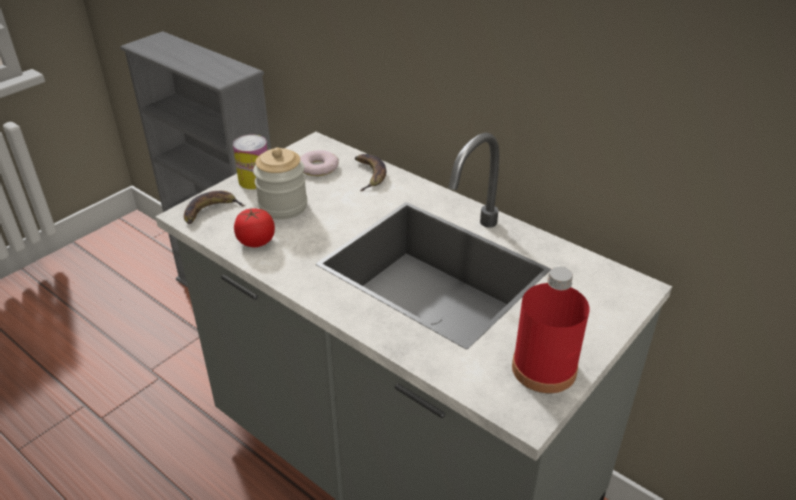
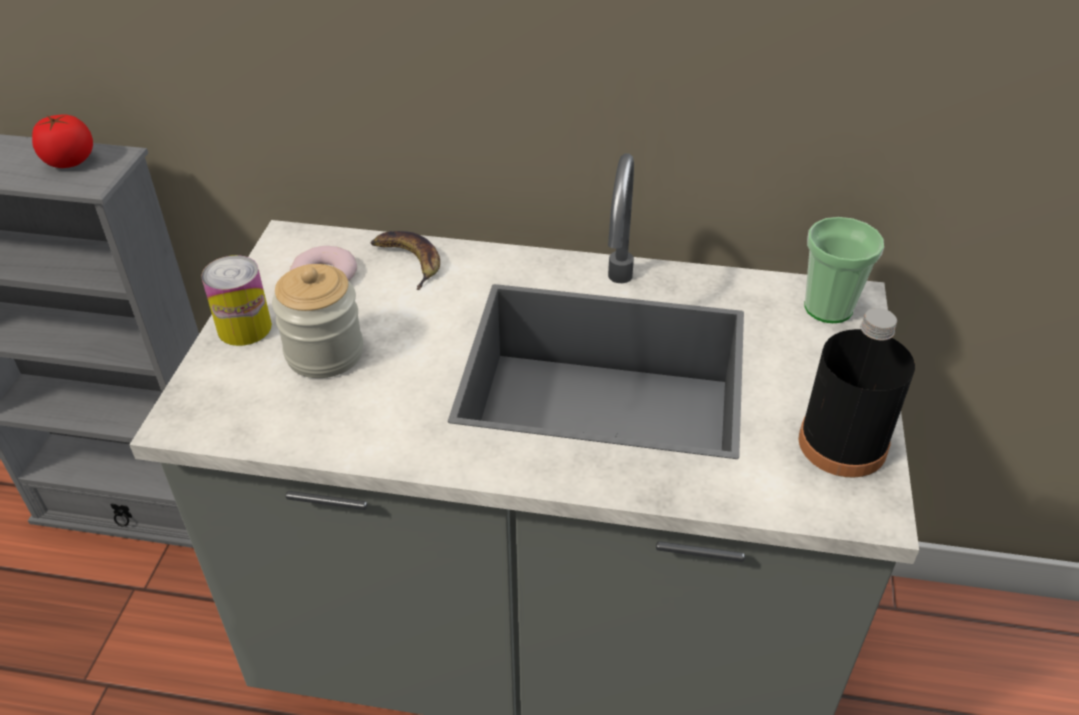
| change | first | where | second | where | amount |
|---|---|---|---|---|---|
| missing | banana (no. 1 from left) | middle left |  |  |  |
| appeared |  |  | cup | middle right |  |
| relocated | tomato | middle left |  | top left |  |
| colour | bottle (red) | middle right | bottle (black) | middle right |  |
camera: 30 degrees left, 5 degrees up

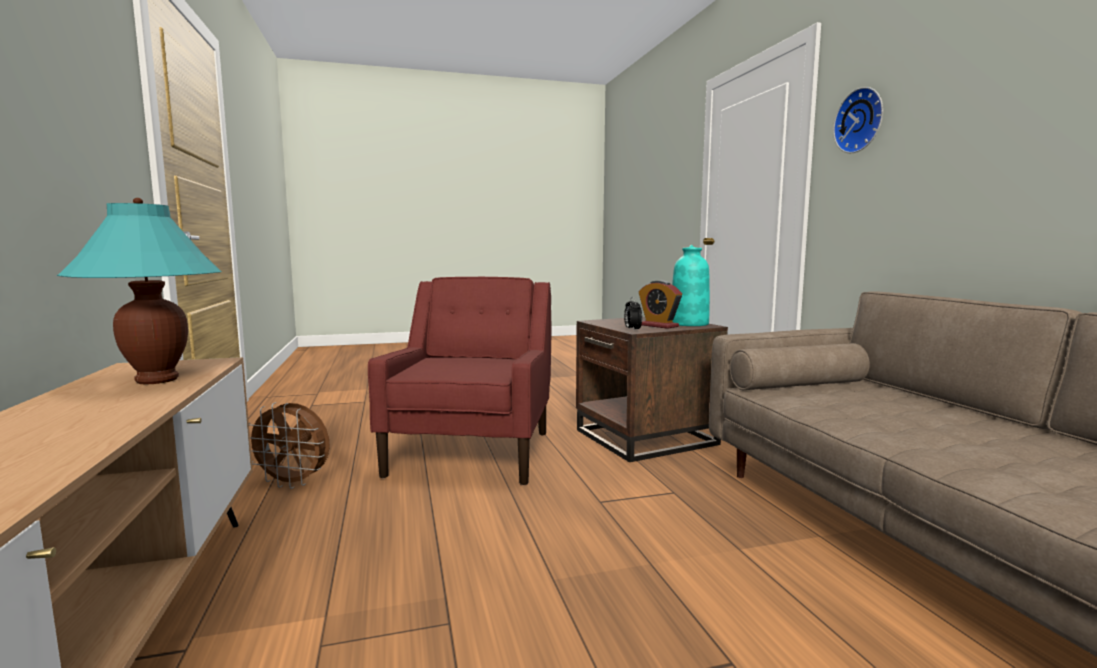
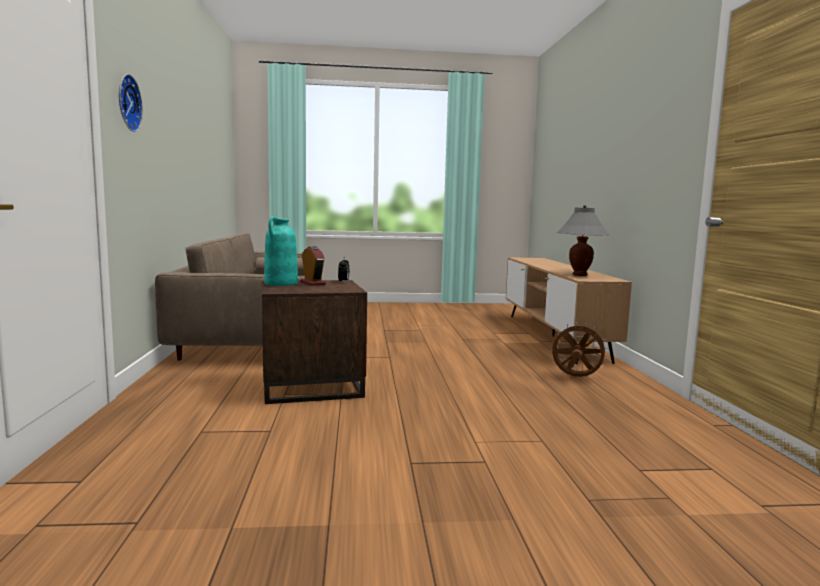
| change | first | where | second | where | amount |
|---|---|---|---|---|---|
| missing | armchair (red) | centre |  |  |  |
| colour | table lamp (turquoise) | middle left | table lamp (grey) | middle right |  |
camera: 170 degrees left, 0 degrees up

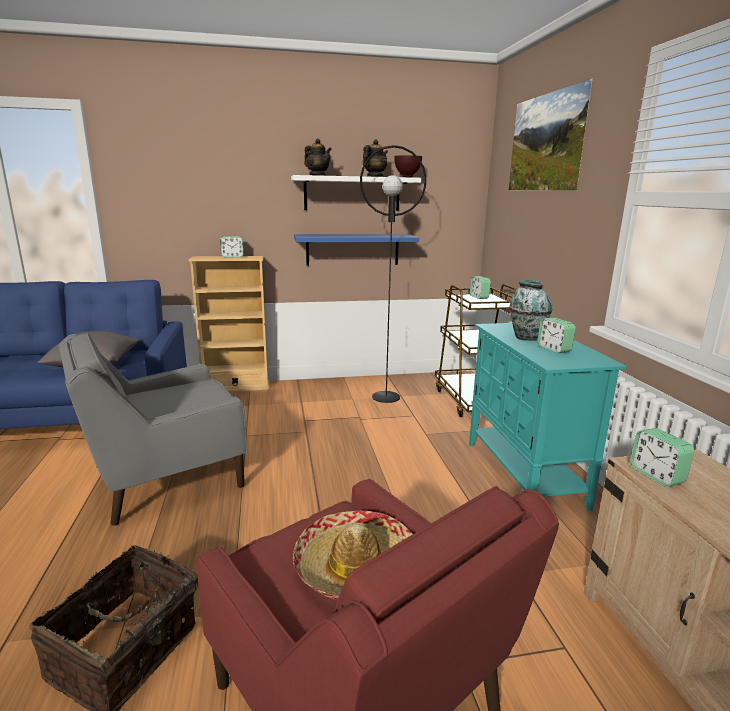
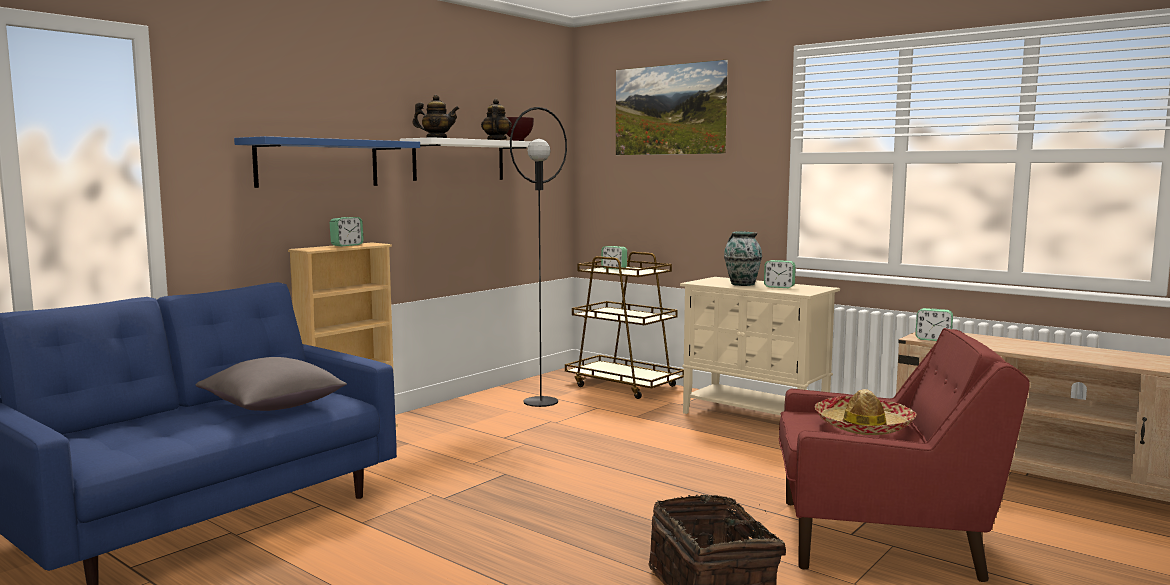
| change | first | where | second | where | amount |
|---|---|---|---|---|---|
| missing | armchair (grey) | middle left |  |  |  |
| relocated | shelf (blue) | centre |  | top left |  |
| colour | cabinet (turquoise) | middle right | cabinet (beige) | centre |  |
camera: 40 degrees left, 10 degrees down

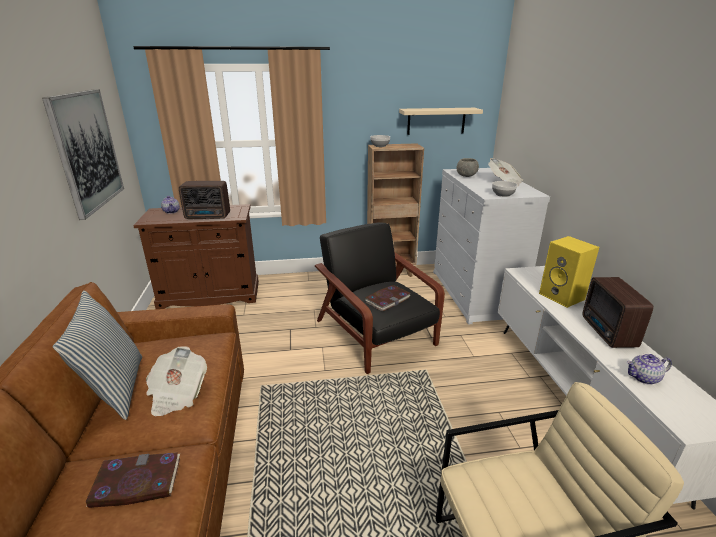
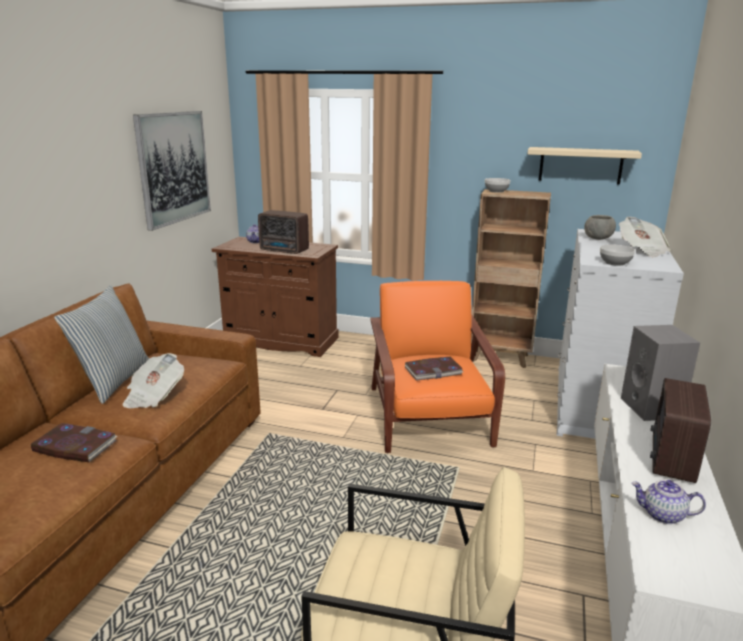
| change | first | where | second | where | amount |
|---|---|---|---|---|---|
| colour | armchair (black) | centre | armchair (orange) | centre |  |
| colour | speaker (yellow) | middle right | speaker (grey) | middle right |  |
camera: 25 degrees right, 5 degrees down

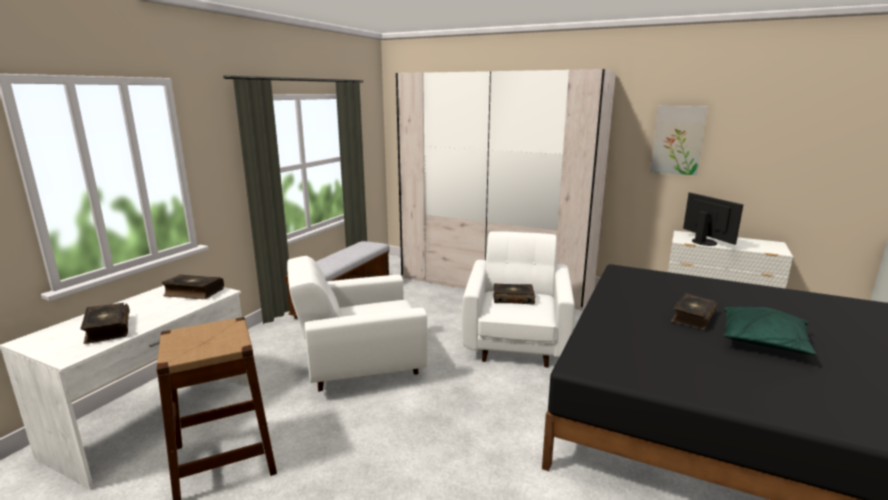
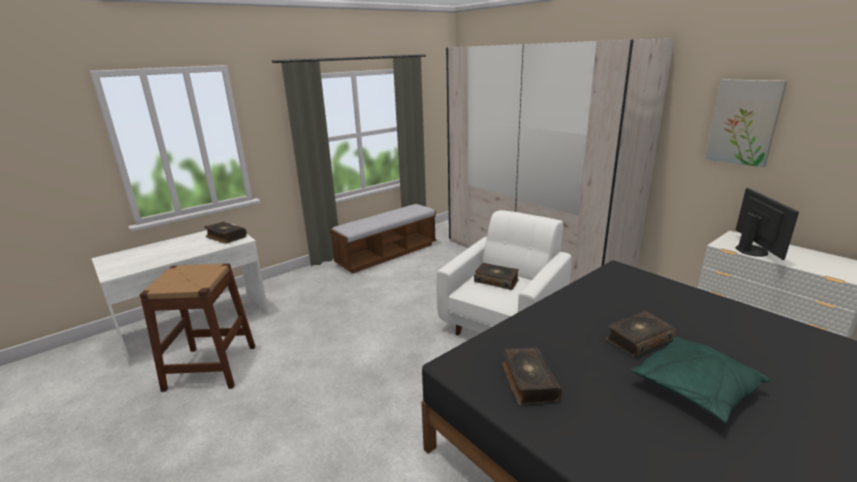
| change | first | where | second | where | amount |
|---|---|---|---|---|---|
| missing | armchair (white) (no. 1 from left) | centre |  |  |  |
| relocated | book (no. 1 from left in the first image) | middle left | book (no. 3 from left) | bottom centre |  |
camera: 25 degrees right, 5 degrees up

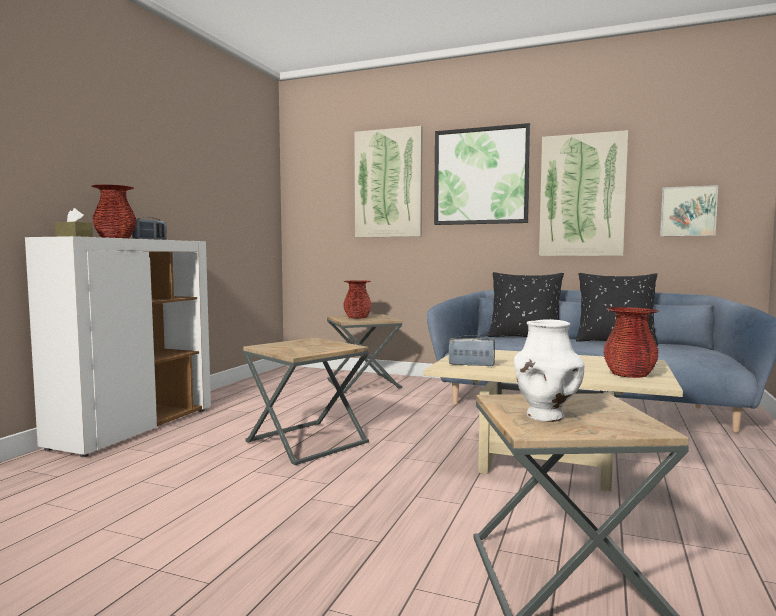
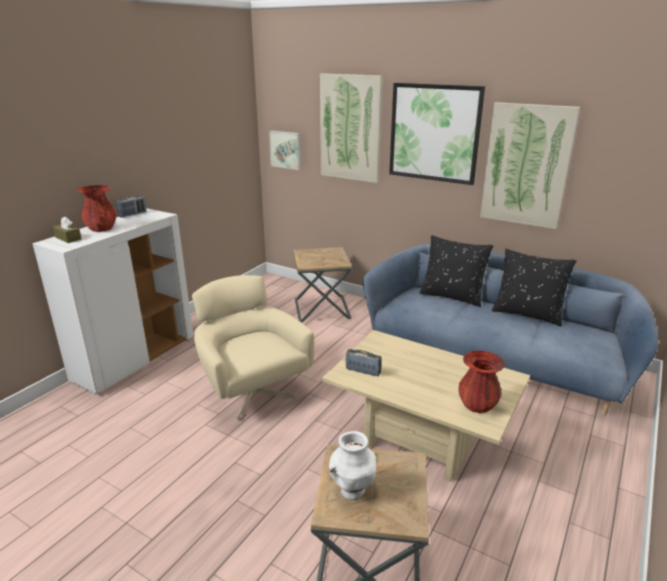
| change | first | where | second | where | amount |
|---|---|---|---|---|---|
| missing | vase (red) (no. 2 from left) | centre |  |  |  |
| relocated | picture (no. 4 from left in the first image) | middle right | picture (no. 1 from left) | top centre |  |
| exchanged | side table (brown) (no. 1 from left) | centre | armchair (beige) | centre |  |
camera: 10 degrees right, 20 degrees up

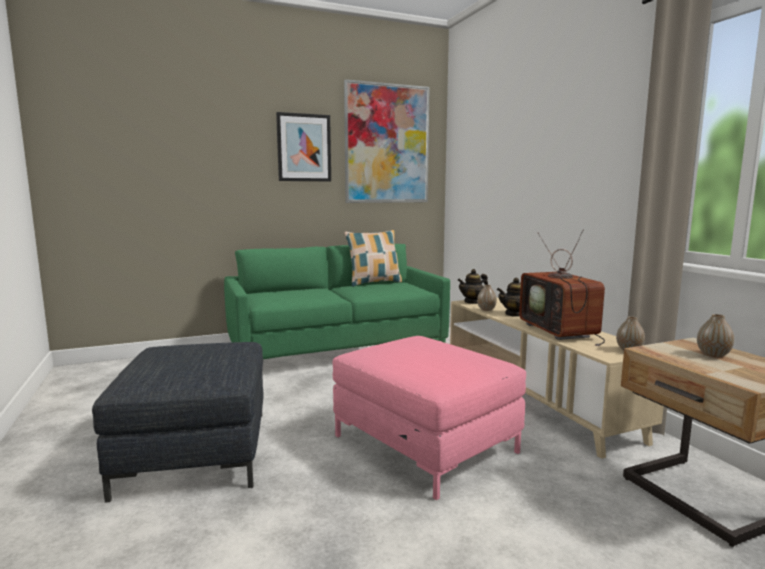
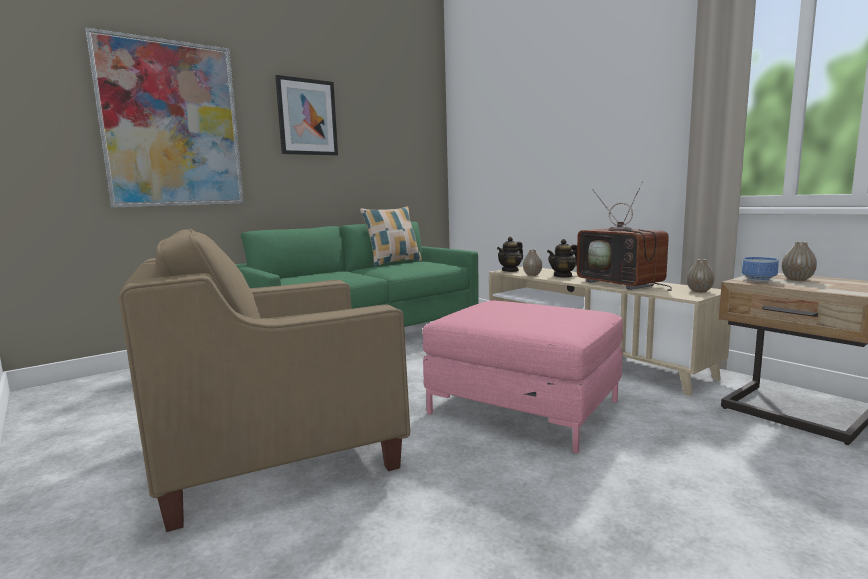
| change | first | where | second | where | amount |
|---|---|---|---|---|---|
| appeared |  |  | bowl | middle right |  |
| relocated | picture (no. 2 from left in the first image) | top centre | picture (no. 1 from left) | top left |  |
| exchanged | ottoman (grey) | bottom left | armchair (beige) | middle left |  |
camera: 15 degrees left, 0 degrees up

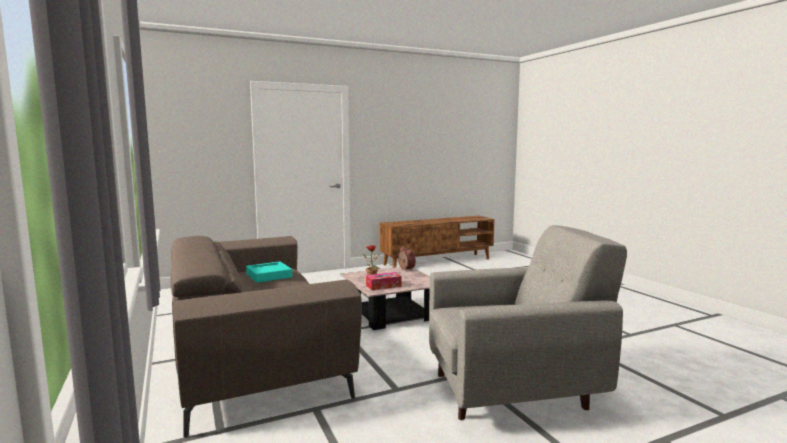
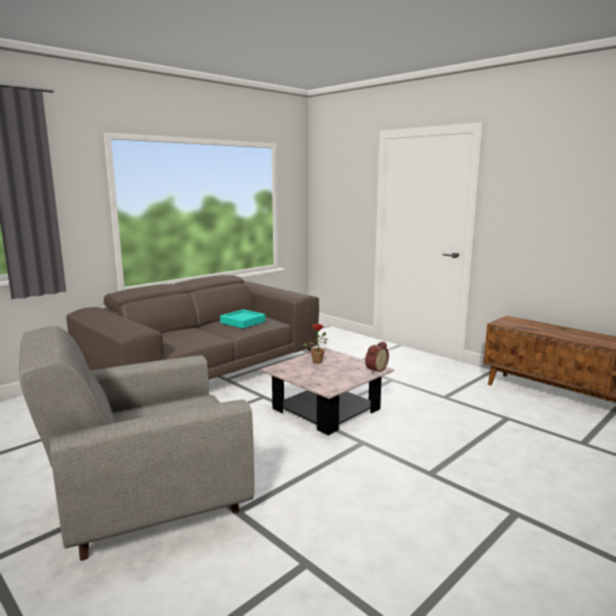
| change | first | where | second | where | amount |
|---|---|---|---|---|---|
| missing | tissue box | centre |  |  |  |
| spun | armchair (grey) | bottom right |  | bottom left | 90 degrees clockwise |
camera: 70 degrees right, 5 degrees up

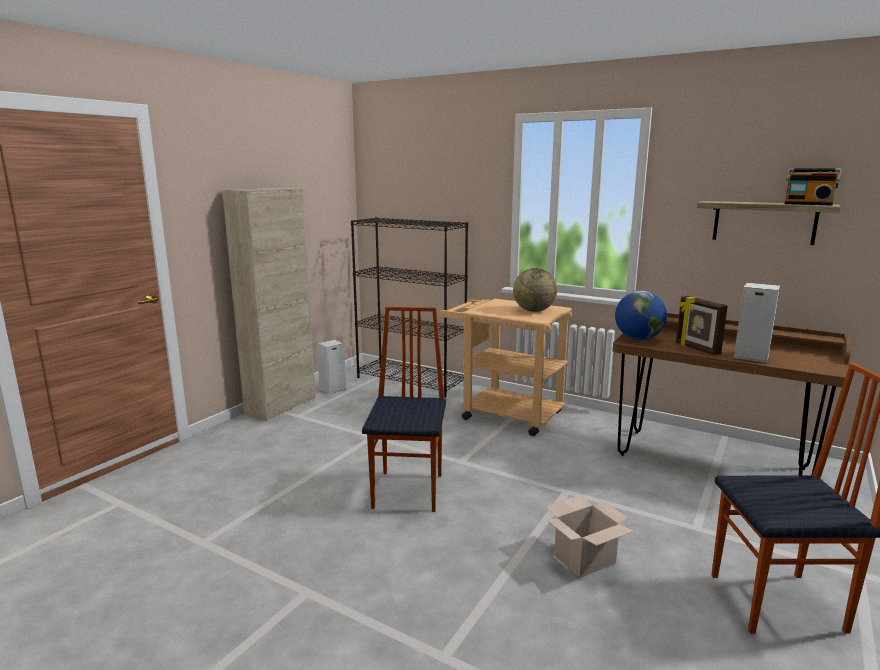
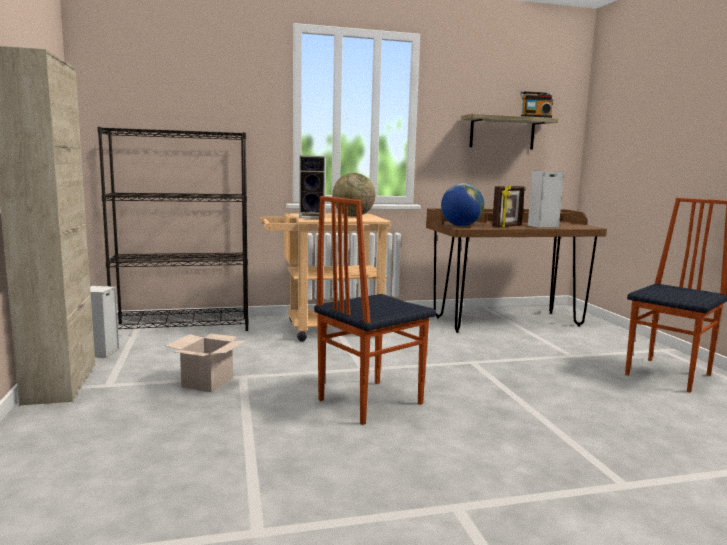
| change | first | where | second | where | amount |
|---|---|---|---|---|---|
| appeared |  |  | speaker (no. 2 from left) | centre |  |
| relocated | cardboard box | bottom right |  | middle left |  |
| spun | chair (no. 1 from left) | centre |  | centre | 90 degrees counterclockwise |
| spun | picture frame | middle right |  | middle right | 60 degrees counterclockwise |
camera: 45 degrees left, 5 degrees down

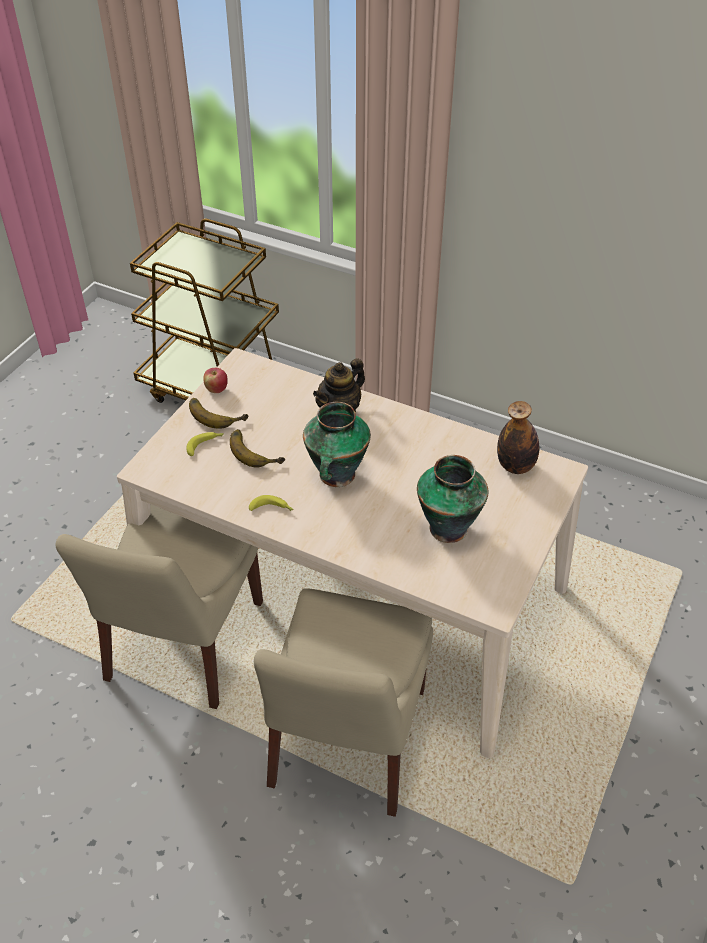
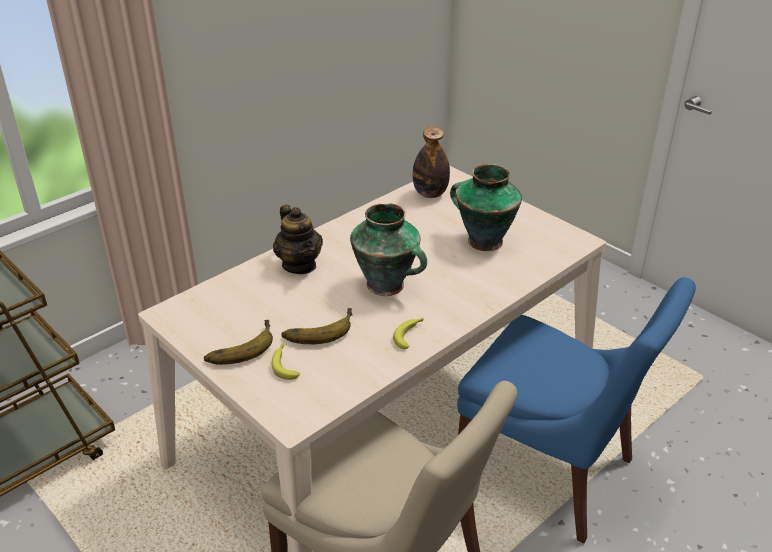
| change | first | where | second | where | amount |
|---|---|---|---|---|---|
| missing | apple | middle left |  |  |  |
| colour | chair (beige) (no. 2 from left) | bottom centre | chair (blue) | bottom right |  |
camera: 70 degrees left, 10 degrees down

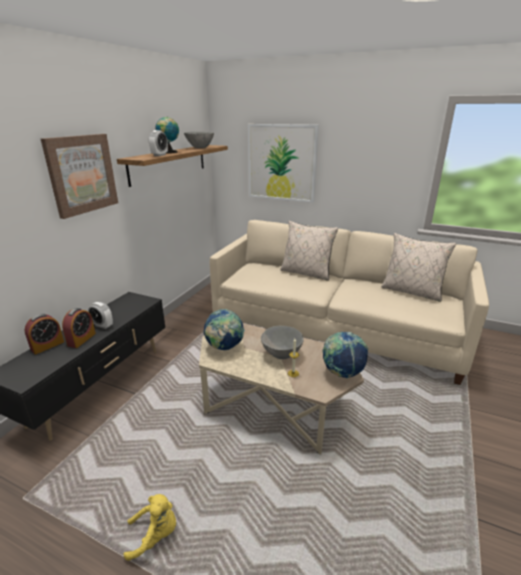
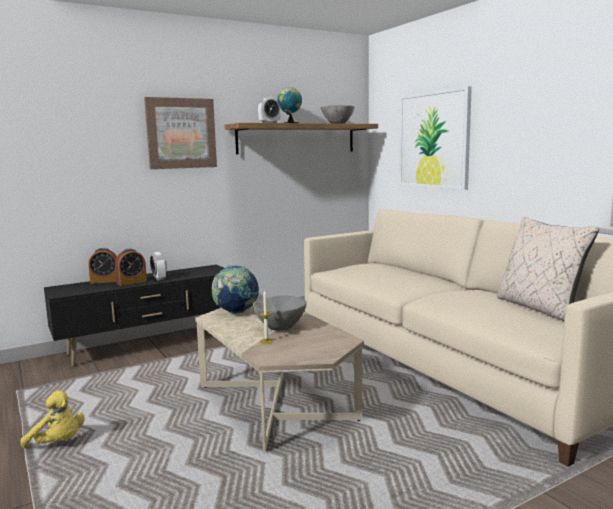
| change | first | where | second | where | amount |
|---|---|---|---|---|---|
| missing | pillow (beige) (no. 1 from left) | centre |  |  |  |
| missing | globe (no. 3 from left) | centre |  |  |  |
camera: 35 degrees right, 15 degrees down

